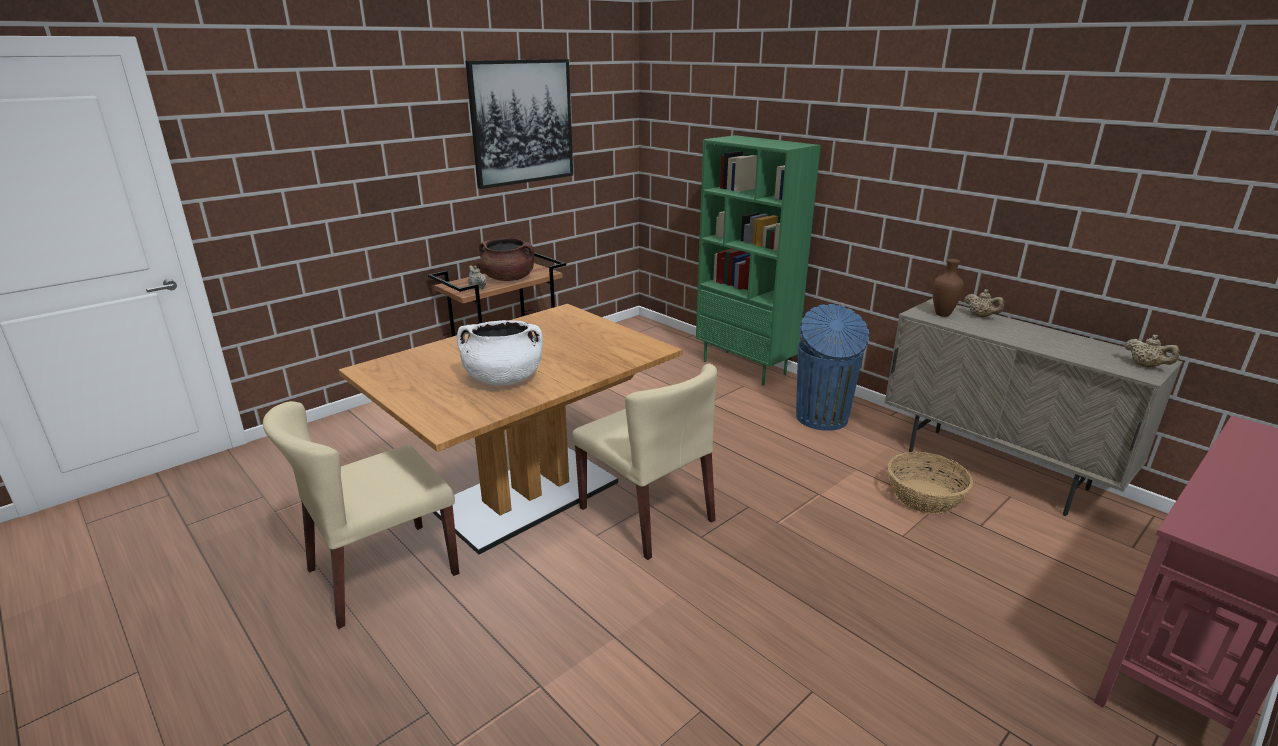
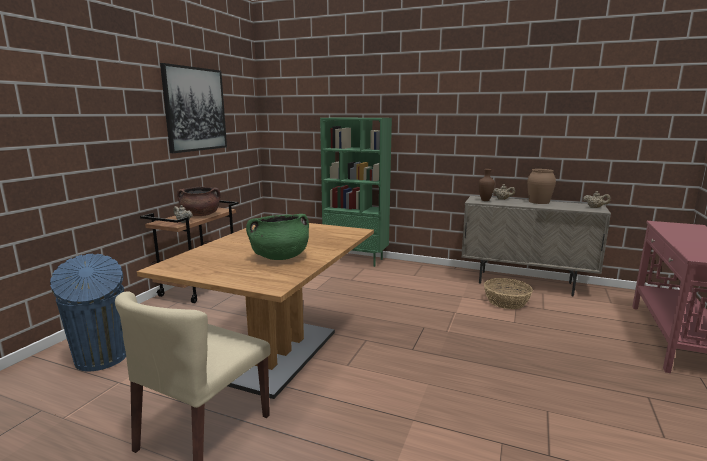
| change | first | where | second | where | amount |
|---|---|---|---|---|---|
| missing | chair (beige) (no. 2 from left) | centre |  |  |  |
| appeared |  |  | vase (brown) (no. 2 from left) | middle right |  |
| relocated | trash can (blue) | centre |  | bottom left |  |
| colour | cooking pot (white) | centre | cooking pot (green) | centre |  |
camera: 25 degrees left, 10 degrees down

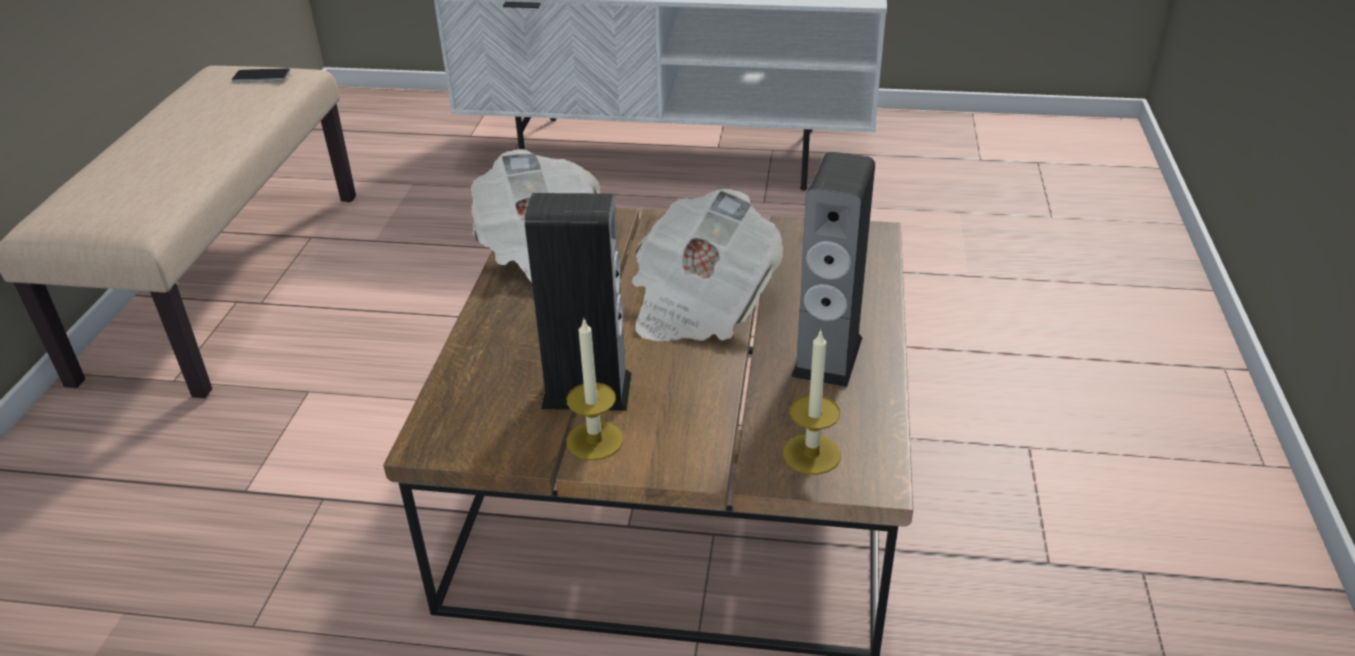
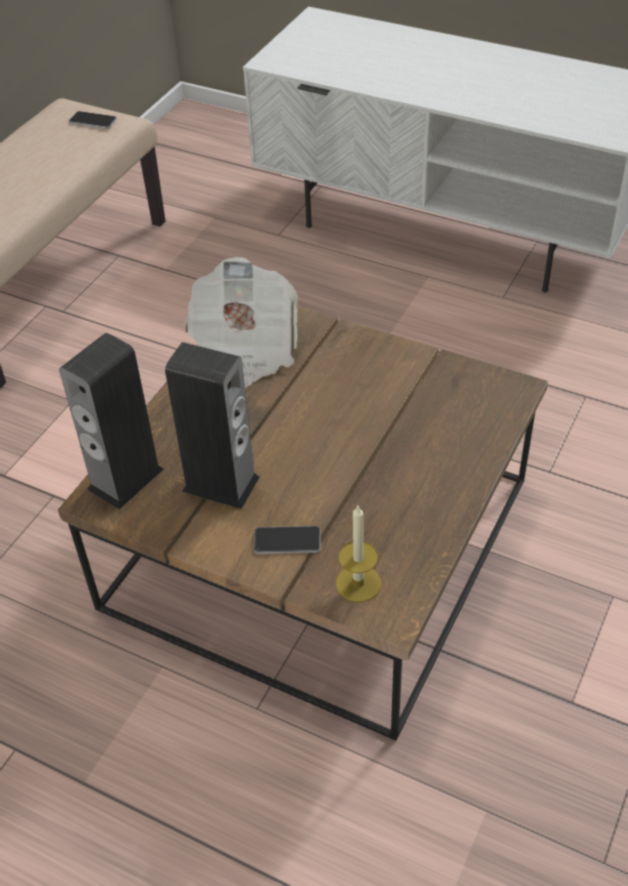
| change | first | where | second | where | amount |
|---|---|---|---|---|---|
| missing | candle (no. 1 from left) | centre |  |  |  |
| missing | newspaper (no. 2 from left) | centre |  |  |  |
| appeared |  |  | phone (no. 2 from left) | centre |  |
| relocated | speaker (no. 2 from left in the first image) | centre | speaker (no. 1 from left) | middle left |  |
camera: 20 degrees right, 10 degrees up

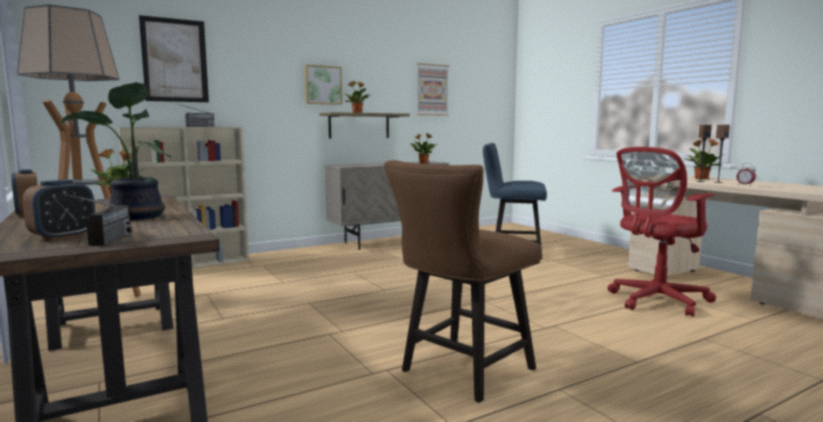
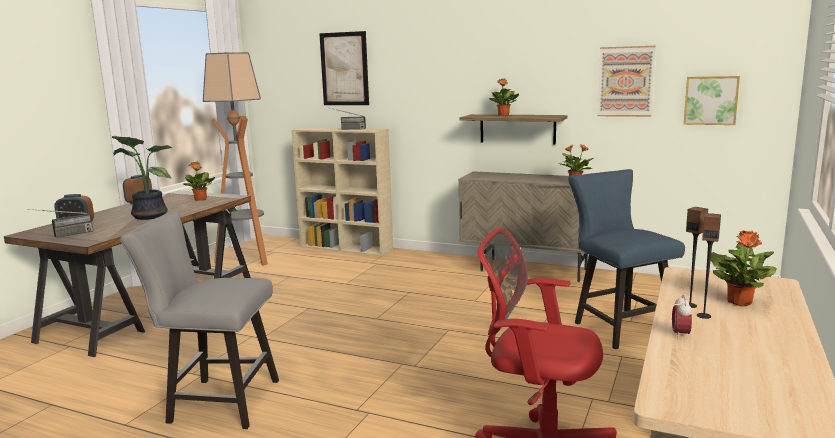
| change | first | where | second | where | amount |
|---|---|---|---|---|---|
| relocated | picture (no. 2 from left in the first image) | top centre | picture (no. 3 from left) | top right |  |
| colour | chair (brown) | centre | chair (grey) | bottom left |  |
camera: 55 degrees right, 5 degrees up

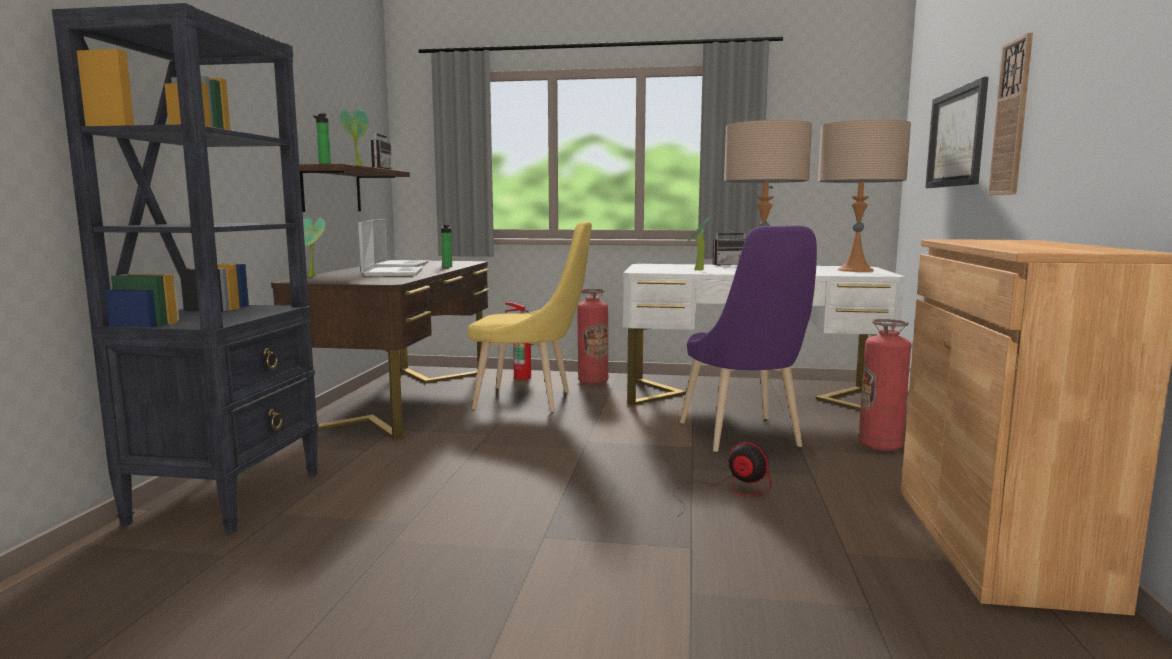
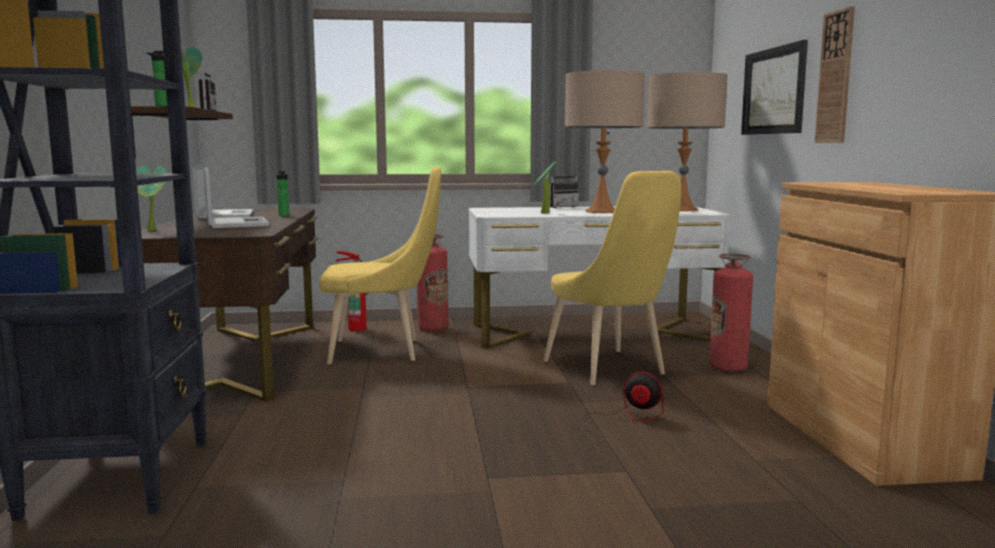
| change | first | where | second | where | amount |
|---|---|---|---|---|---|
| colour | chair (purple) | centre | chair (yellow) (no. 2 from left) | centre |  |
camera: 15 degrees left, 0 degrees up

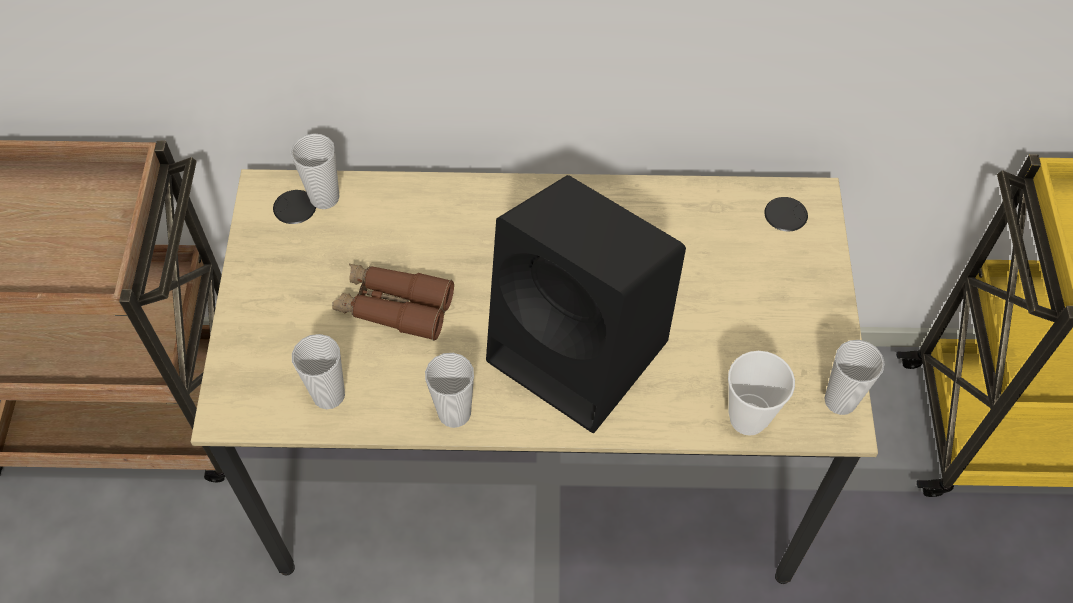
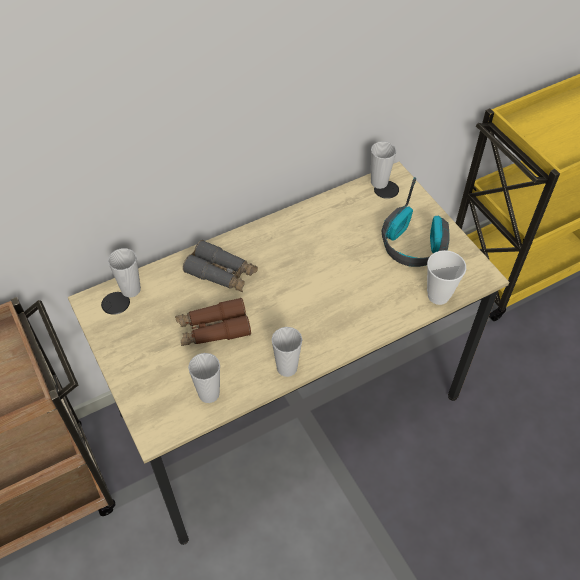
| change | first | where | second | where | amount |
|---|---|---|---|---|---|
| missing | speaker (black) | centre |  |  |  |
| appeared |  |  | binoculars (grey) | centre |  |
| appeared |  |  | headphones | middle right |  |
| relocated | cup (no. 5 from left in the first image) | middle right | cup (no. 4 from left) | top centre |  |
camera: 30 degrees left, 5 degrees down

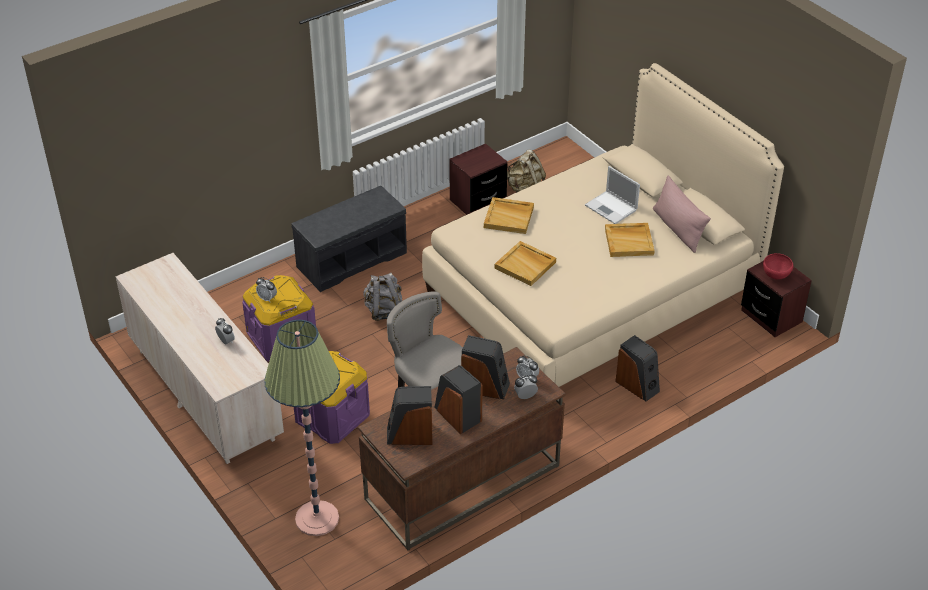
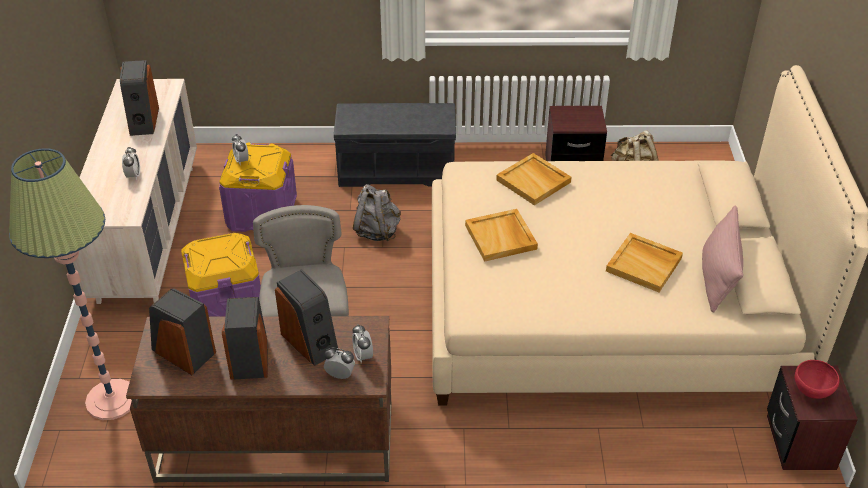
| change | first | where | second | where | amount |
|---|---|---|---|---|---|
| missing | laptop | top centre |  |  |  |
| relocated | speaker (no. 4 from left in the first image) | middle right | speaker (no. 1 from left) | top left |  |
camera: 35 degrees right, 0 degrees up

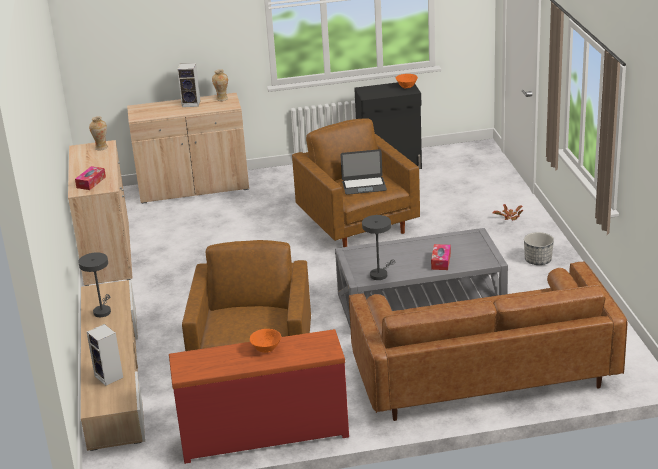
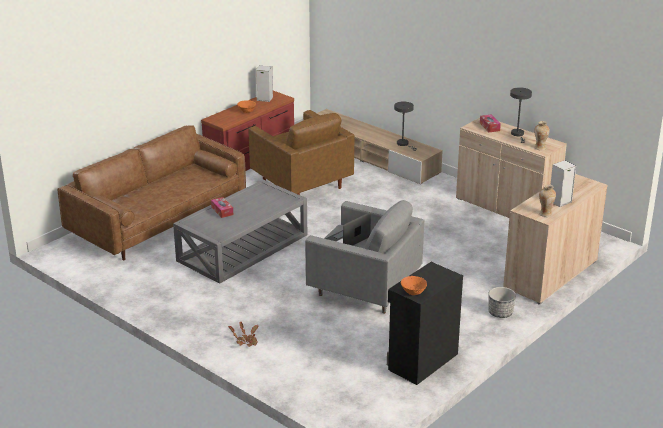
| change | first | where | second | where | amount |
|---|---|---|---|---|---|
| relocated | speaker (no. 1 from left) | bottom left |  | top centre |  |
| relocated | table lamp (grey) (no. 2 from left) | centre |  | top right |  |
| relocated | planter | middle right |  | bottom right |  |
| colour | armchair (brown) (no. 2 from left) | centre | armchair (grey) | centre |  |
camera: 140 degrees right, 0 degrees up

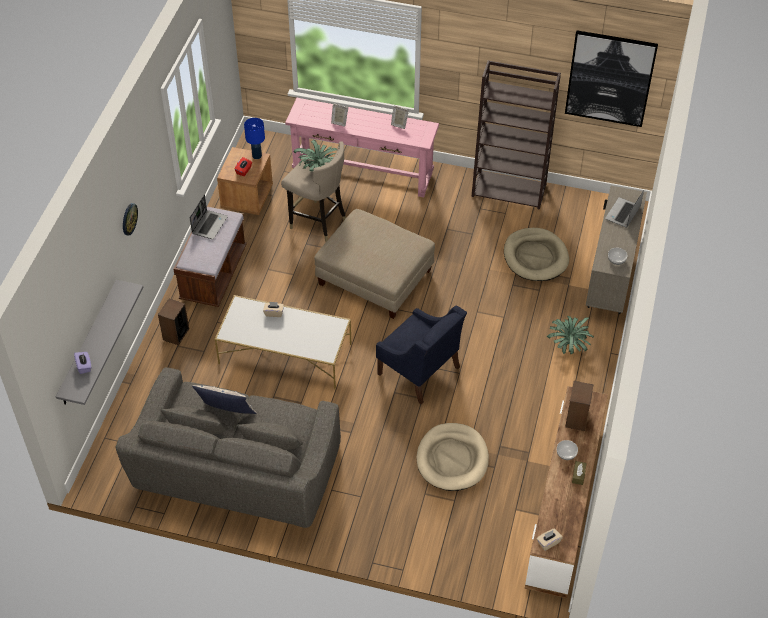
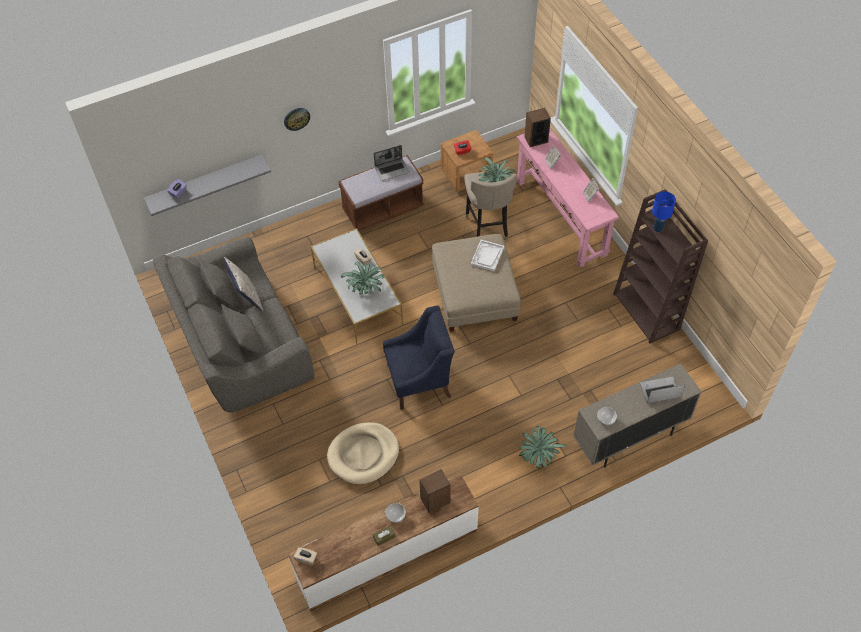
| change | first | where | second | where | amount |
|---|---|---|---|---|---|
| missing | dog bed (beige) (no. 2 from left) | middle right |  |  |  |
| missing | picture | top right |  |  |  |
| appeared |  |  | potted plant (no. 1 from left) | centre |  |
| appeared |  |  | tray (white) | centre |  |
| relocated | speaker (no. 1 from left in the first image) | middle left | speaker (no. 2 from left) | top centre |  |
| relocated | table lamp (blue) | top left |  | middle right |  |
| spun | armchair (blue) | centre |  | centre | 105 degrees counterclockwise |
camera: 50 degrees right, 5 degrees up

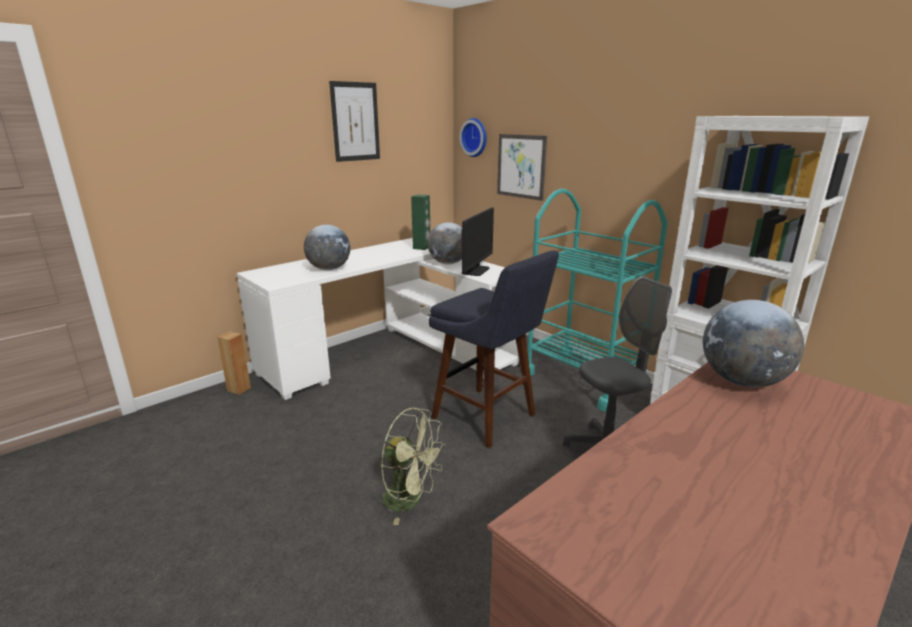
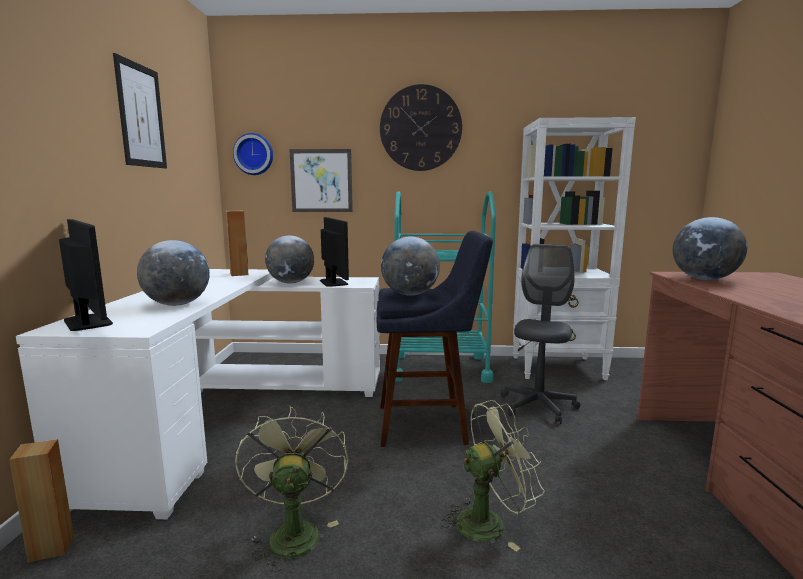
| change | first | where | second | where | amount |
|---|---|---|---|---|---|
| appeared |  |  | monitor (no. 1 from left) | middle left |  |
| appeared |  |  | fan (green) (no. 1 from left) | bottom centre |  |
| appeared |  |  | wall clock (no. 2 from left) | top centre |  |
| appeared |  |  | globe (no. 3 from left) | centre |  |
| colour | speaker (green) | centre | speaker (brown) (no. 2 from left) | middle left |  |
camera: 45 degrees left, 10 degrees down

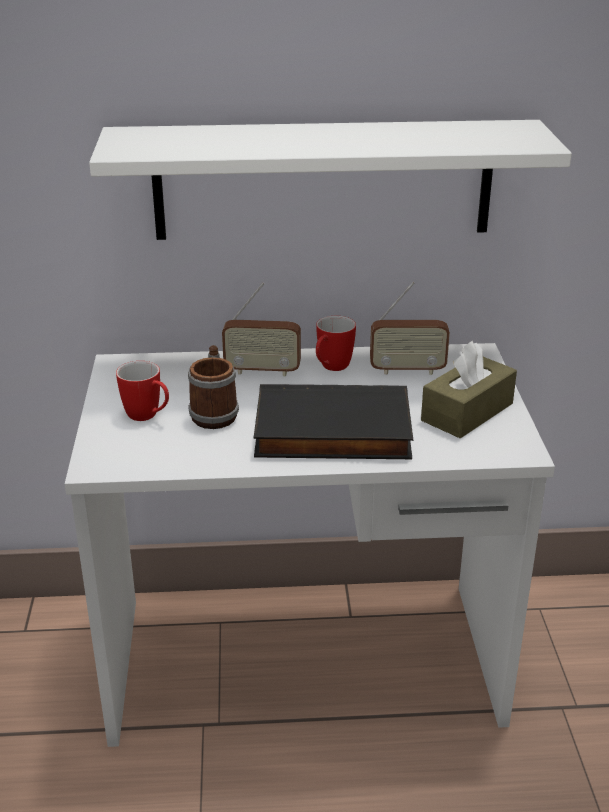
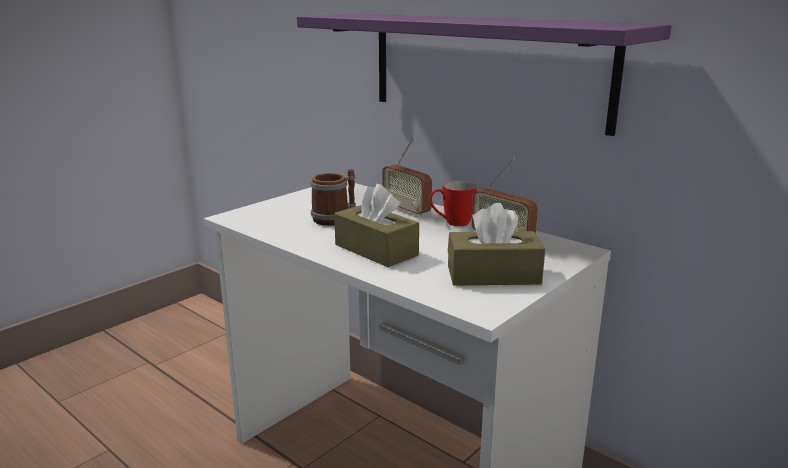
| change | first | where | second | where | amount |
|---|---|---|---|---|---|
| missing | mug (no. 1 from left) | middle left |  |  |  |
| exchanged | book (black) | centre | tissue box (brown) (no. 1 from left) | centre |  |
| colour | shelf (white) | top centre | shelf (purple) | top centre |  |
camera: 45 degrees right, 10 degrees down

